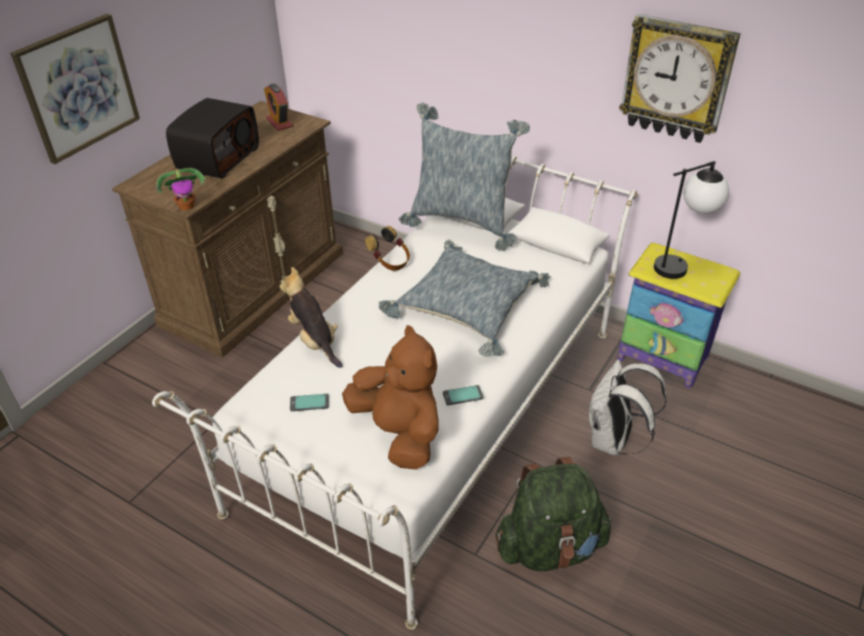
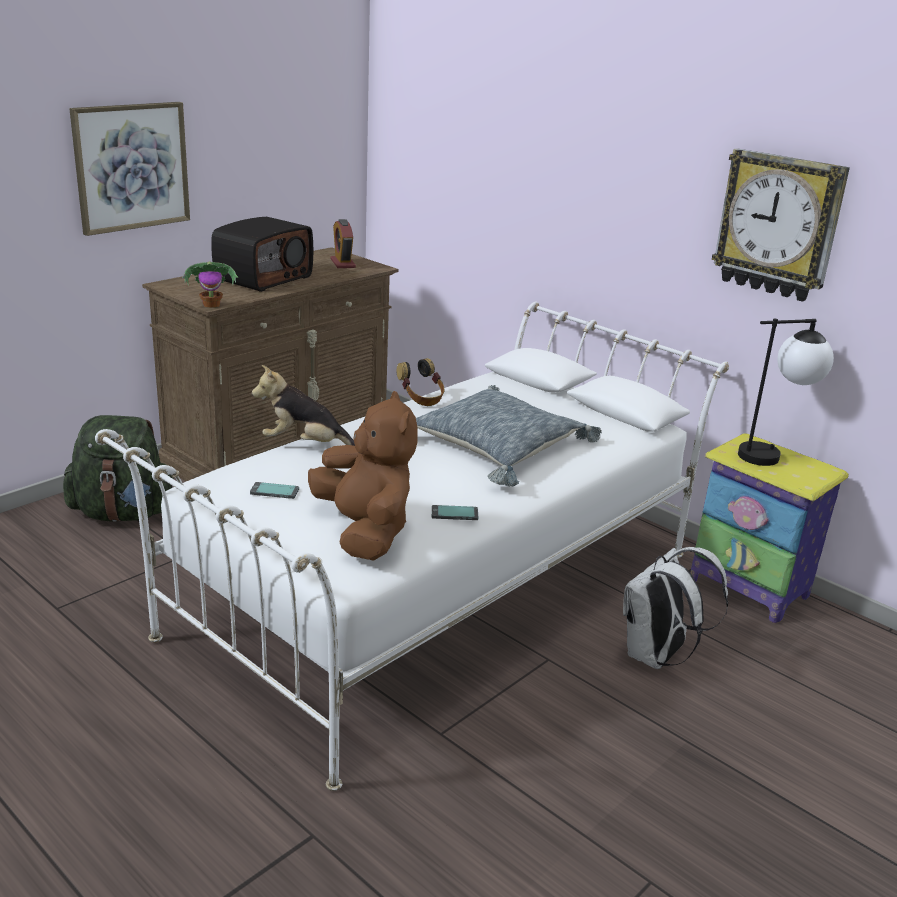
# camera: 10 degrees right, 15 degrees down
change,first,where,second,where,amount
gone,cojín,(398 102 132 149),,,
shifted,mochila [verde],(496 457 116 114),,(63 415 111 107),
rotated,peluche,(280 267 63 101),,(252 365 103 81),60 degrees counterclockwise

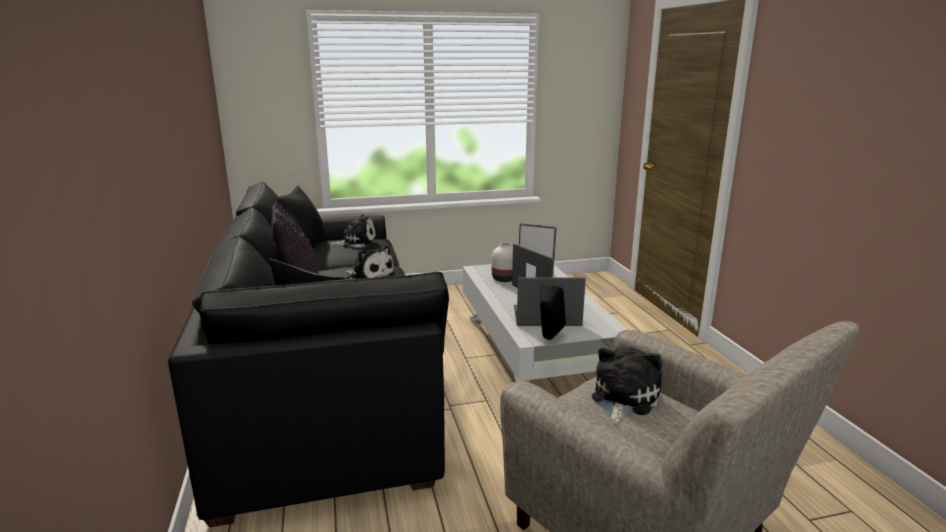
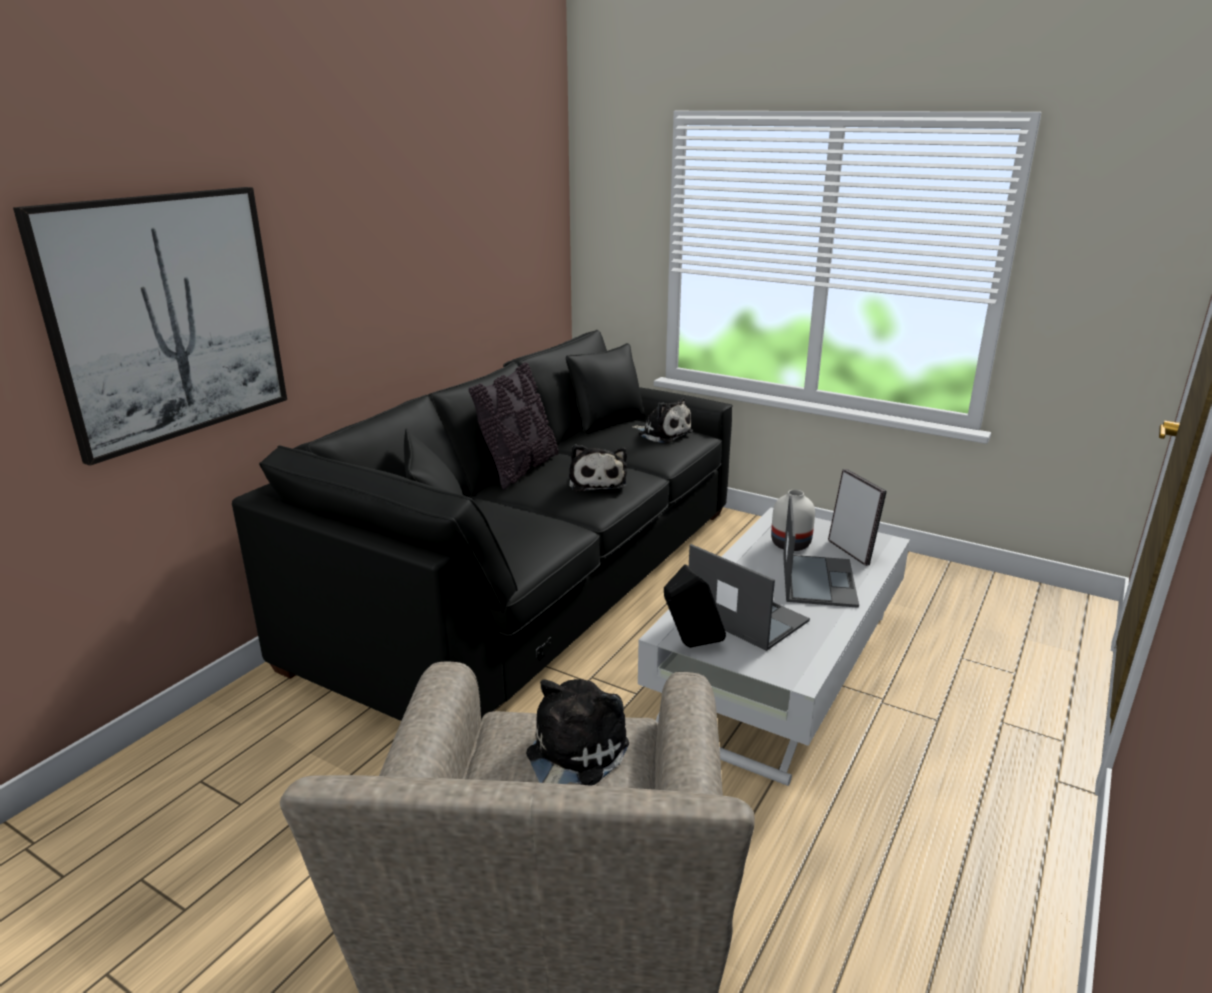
# camera: 45 degrees right, 5 degrees up
change,first,where,second,where,amount
new,,,cuadro,(13 187 274 279),
rotated,peluche,(592 347 70 77),,(526 679 103 106),45 degrees counterclockwise

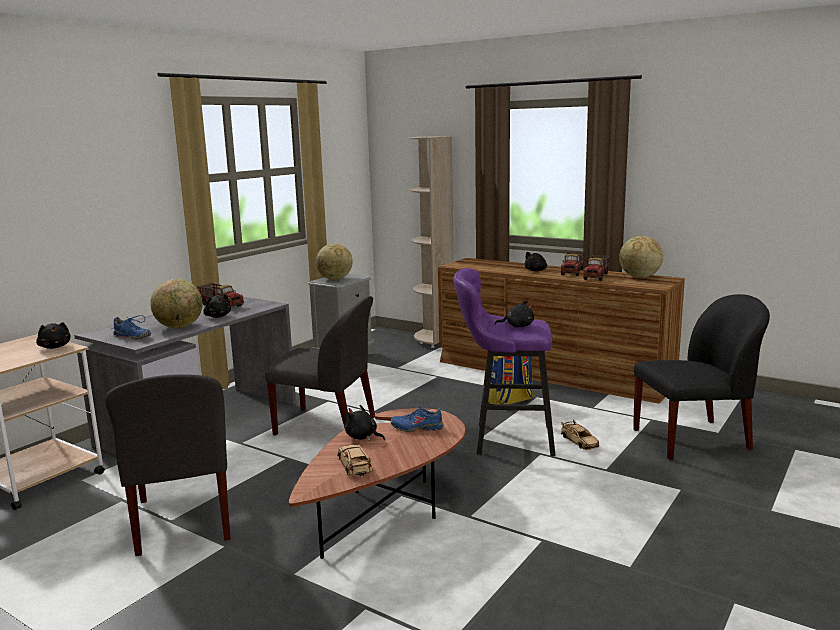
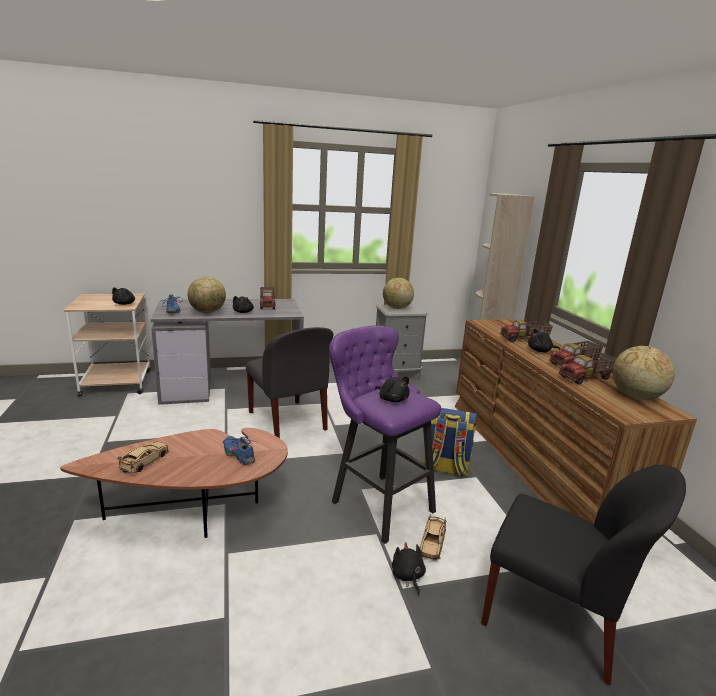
# camera: 40 degrees right, 5 degrees up
change,first,where,second,where,amount
gone,silla [gris],(105 374 126 182),,,
new,,,camión de juguete,(500 320 53 22),
shifted,peluche [negro],(345 405 40 36),,(392 542 34 54),

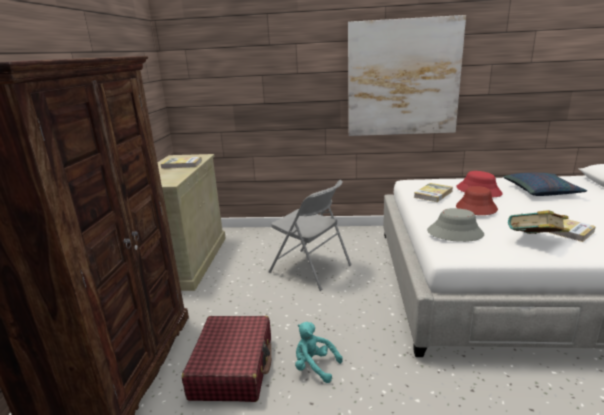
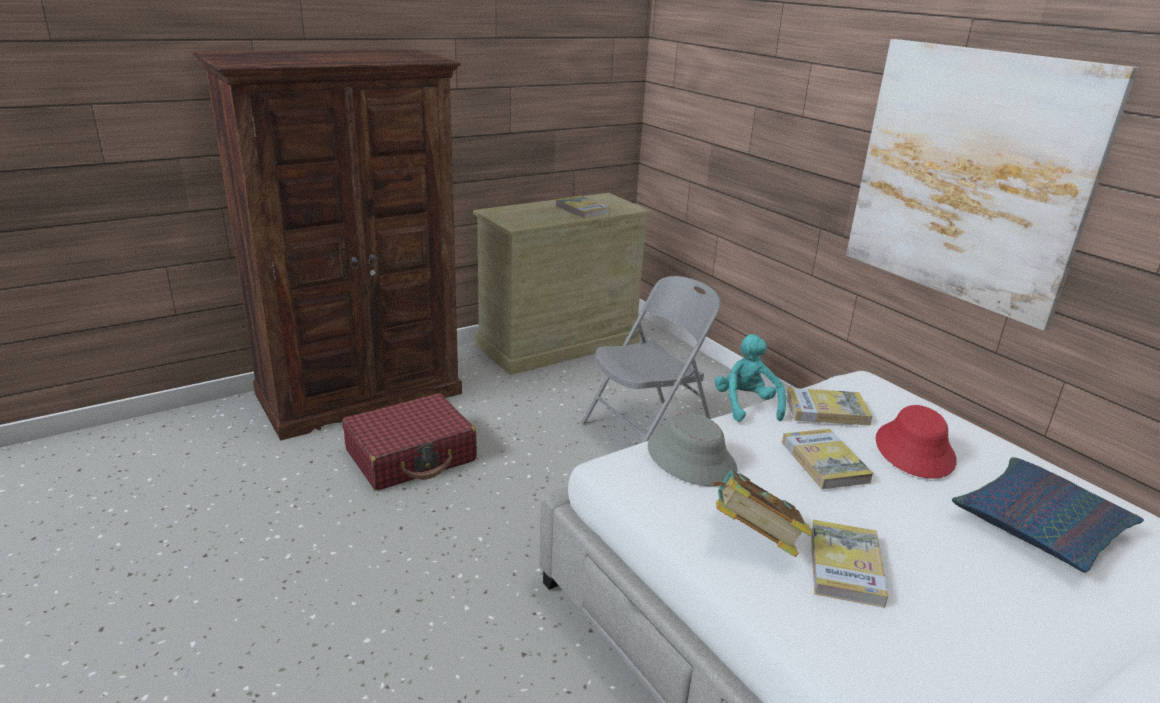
# camera: 50 degrees right, 5 degrees up
change,first,where,second,where,amount
shifted,peluche [turquesa],(295 322 48 61),,(714 334 72 88),
swapped,sombrero [rojo],(456 186 42 29),libro,(782 429 92 60),
rotated,silla [gris],(268 180 84 111),,(581 276 140 167),120 degrees counterclockwise

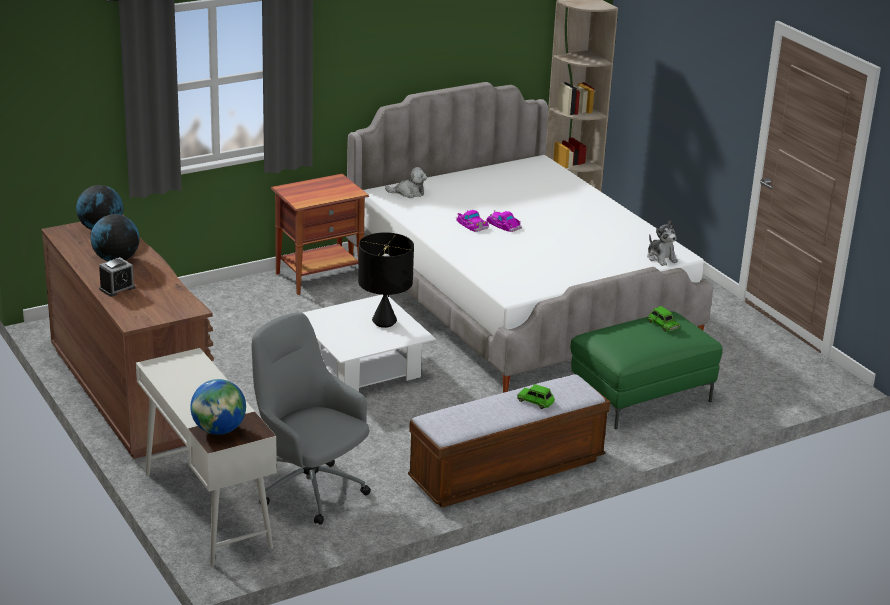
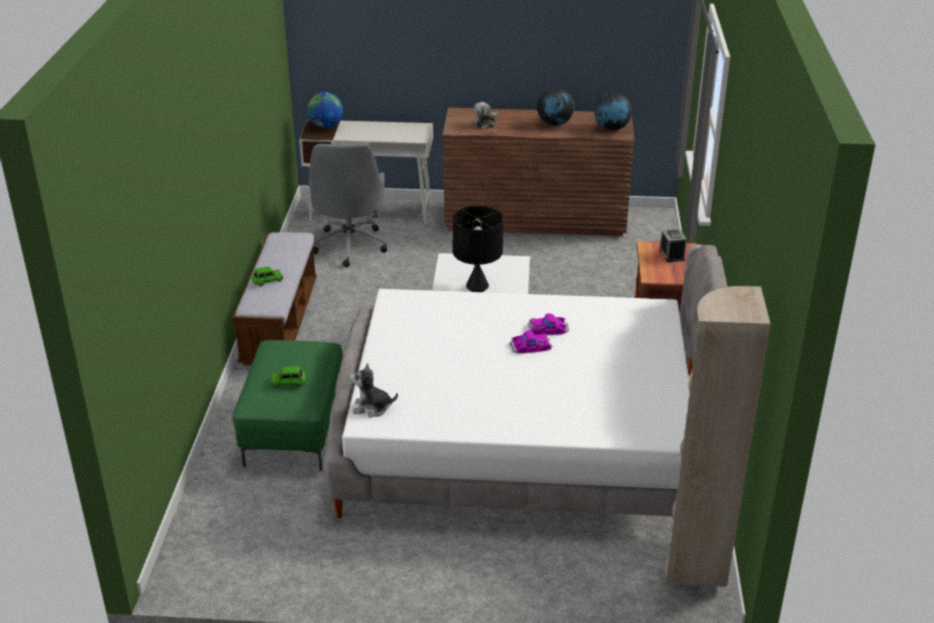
# camera: 125 degrees right, 5 degrees up
change,first,where,second,where,amount
shifted,despertador,(99 257 36 40),,(660 229 27 33),
shifted,peluche,(385 167 42 31),,(474 102 25 27),
rotated,silla de oficina [gris],(252 312 119 213),,(309 143 78 124),105 degrees clockwise

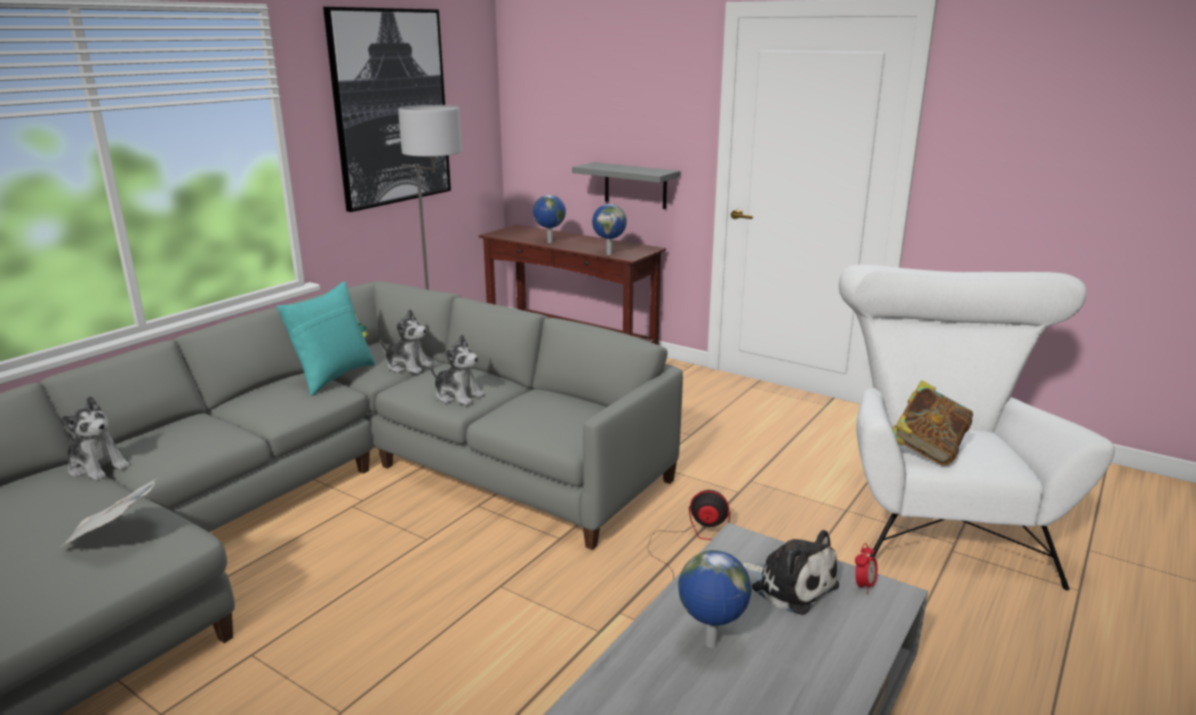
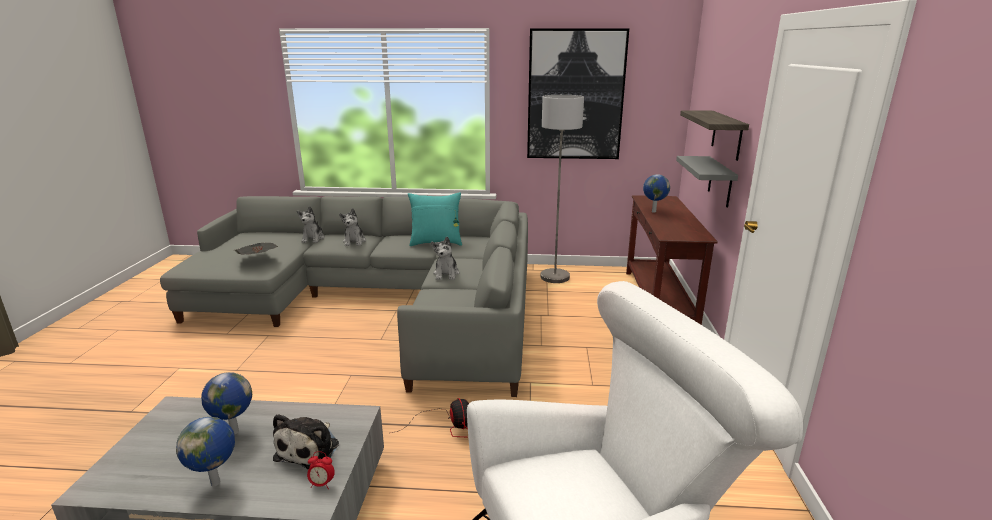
# camera: 60 degrees right, 0 degrees up
change,first,where,second,where,amount
gone,libro,(892 380 81 86),,,
new,,,estante,(680 110 69 51),
shifted,peluche,(380 309 53 65),,(339 208 27 38),
shifted,globo terráqueo,(592 204 35 51),,(176 417 59 70),

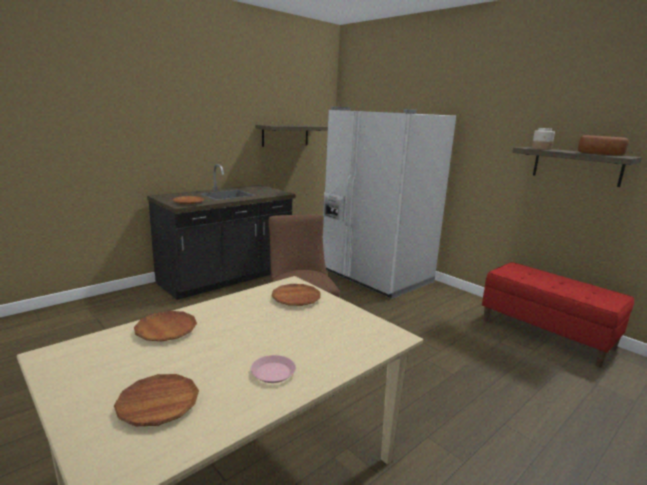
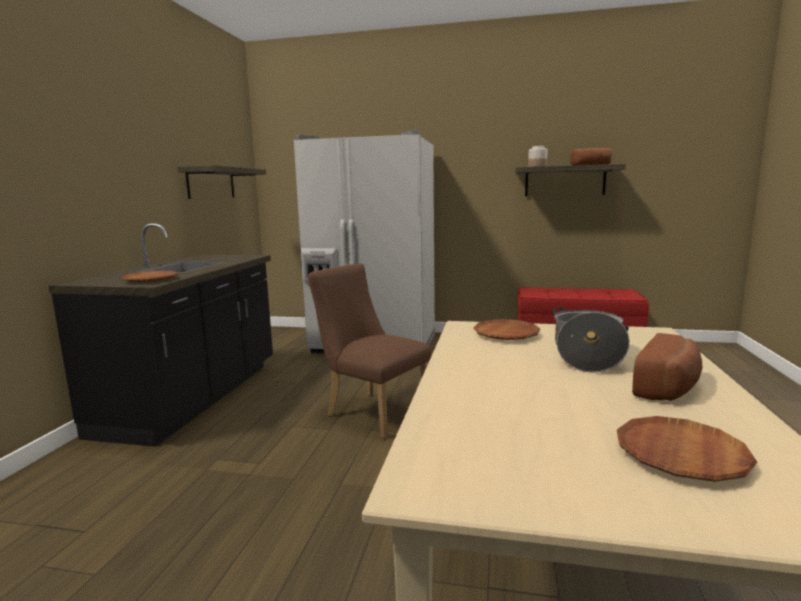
# camera: 35 degrees left, 5 degrees down
change,first,where,second,where,amount
gone,plato [marrón],(134 311 63 30),,,
new,,,olla,(553 307 77 66),
swapped,plato [rosa],(251 355 45 28),pan,(632 333 71 68),

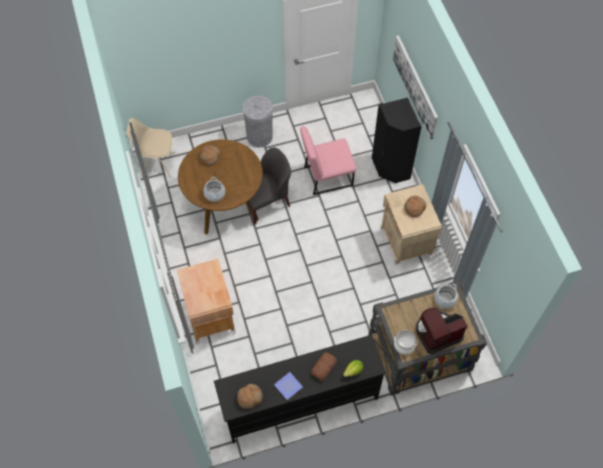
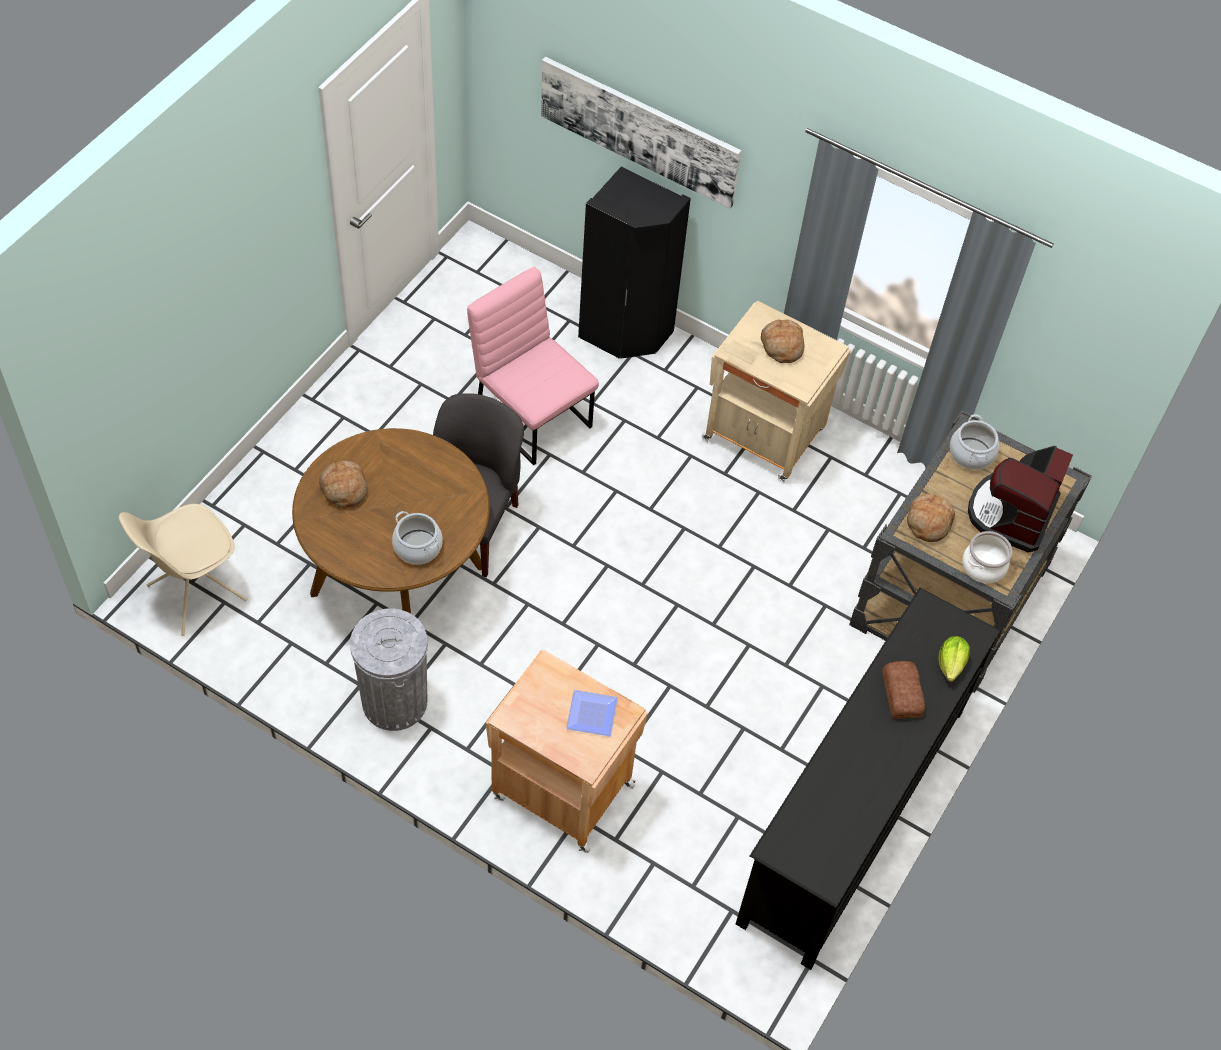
# camera: 45 degrees left, 5 degrees down
change,first,where,second,where,amount
shifted,pan,(237 384 26 25),,(907 494 48 48),
shifted,papelera [gris],(243 96 30 51),,(350 608 78 123),
shifted,plato,(274 372 29 28),,(566 690 52 47),
rotated,silla [rosa],(300 126 56 69),,(467 267 132 198),105 degrees clockwise

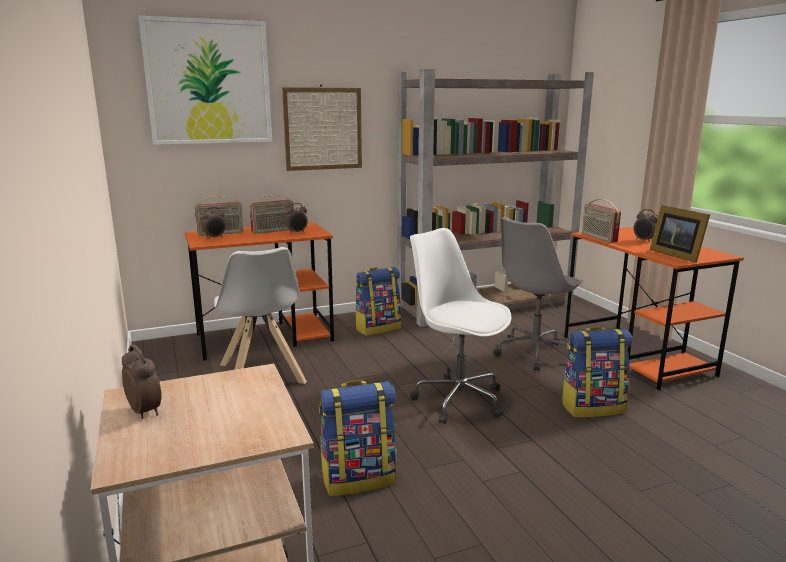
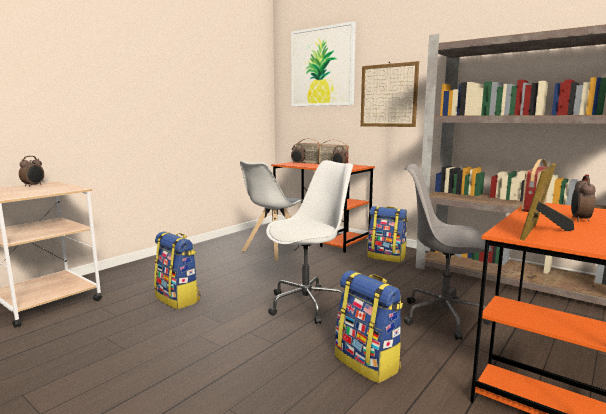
# camera: 60 degrees right, 5 degrees down
change,first,where,second,where,amount
rotated,silla de oficina [blanco],(410 228 101 196),,(266 160 87 164),45 degrees clockwise

